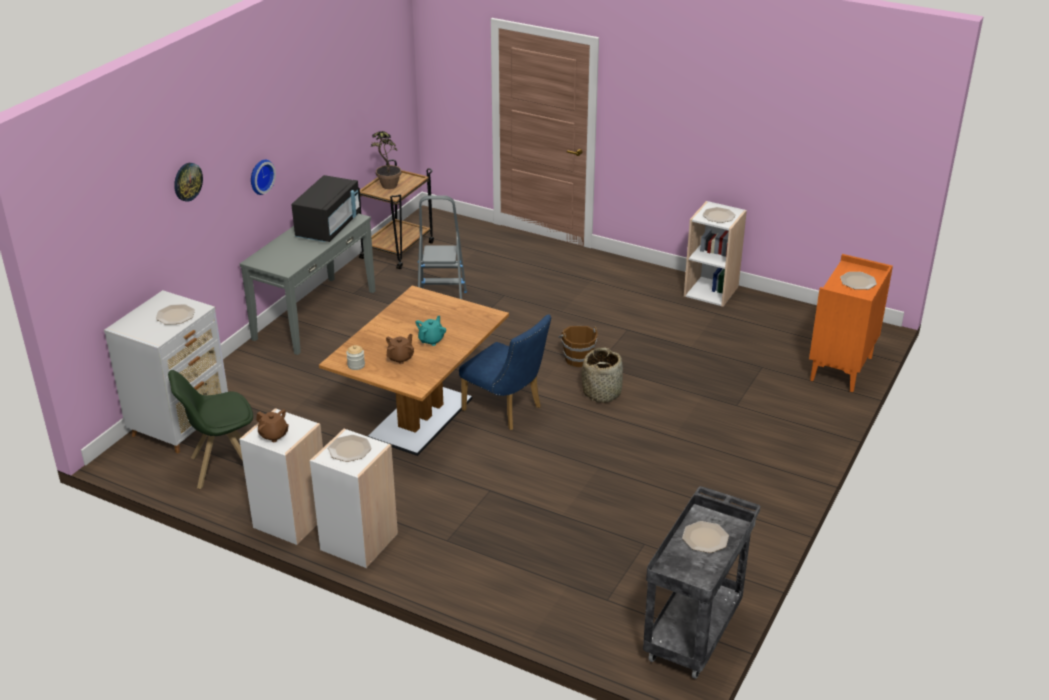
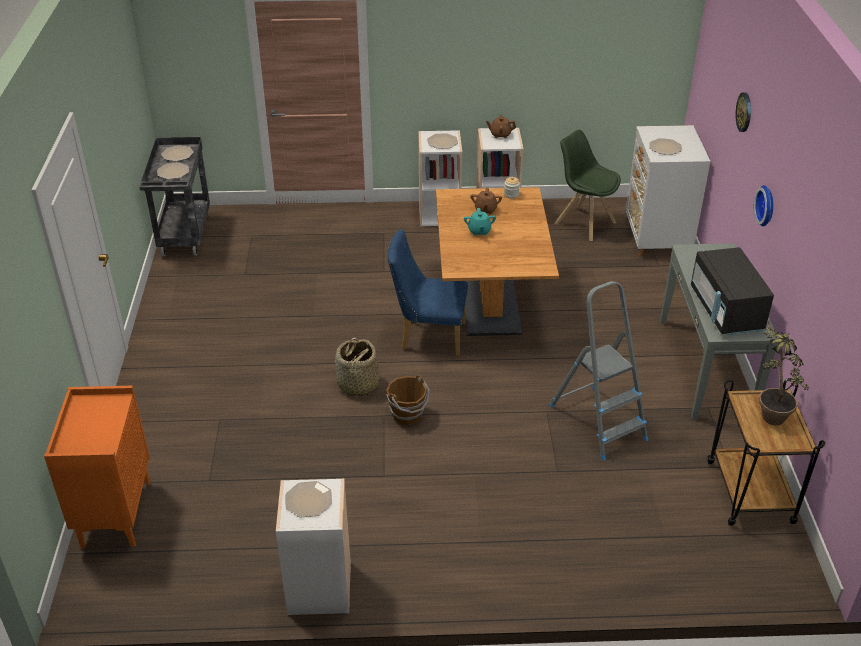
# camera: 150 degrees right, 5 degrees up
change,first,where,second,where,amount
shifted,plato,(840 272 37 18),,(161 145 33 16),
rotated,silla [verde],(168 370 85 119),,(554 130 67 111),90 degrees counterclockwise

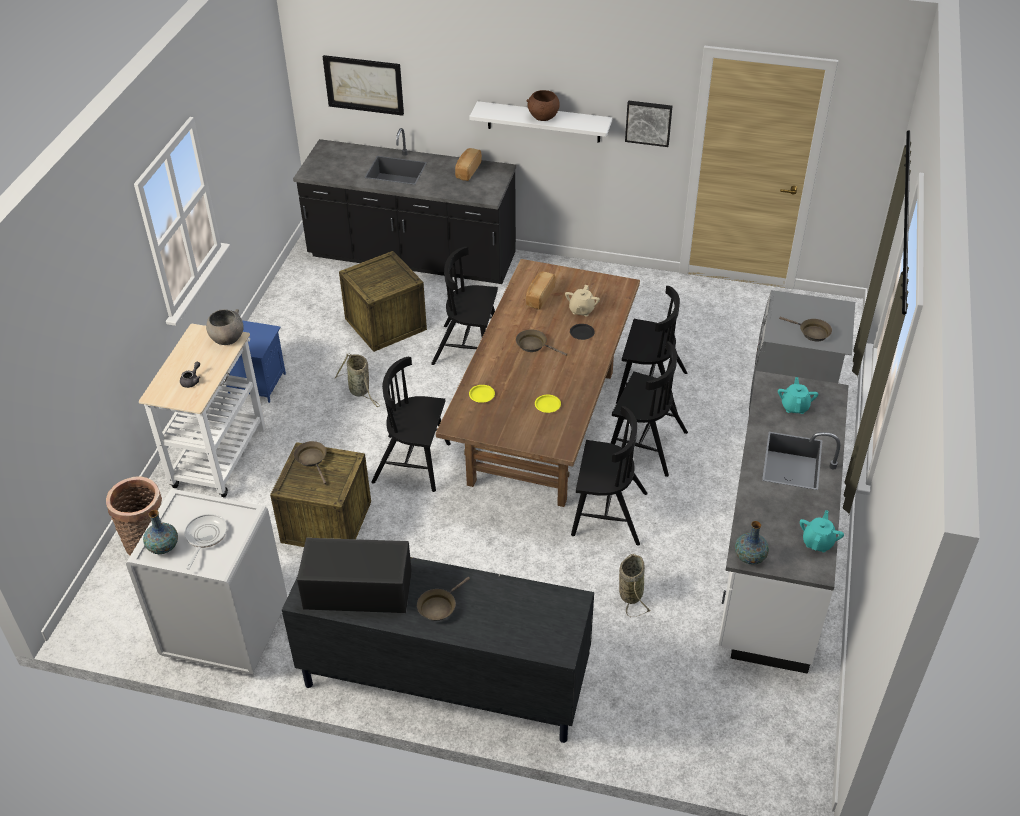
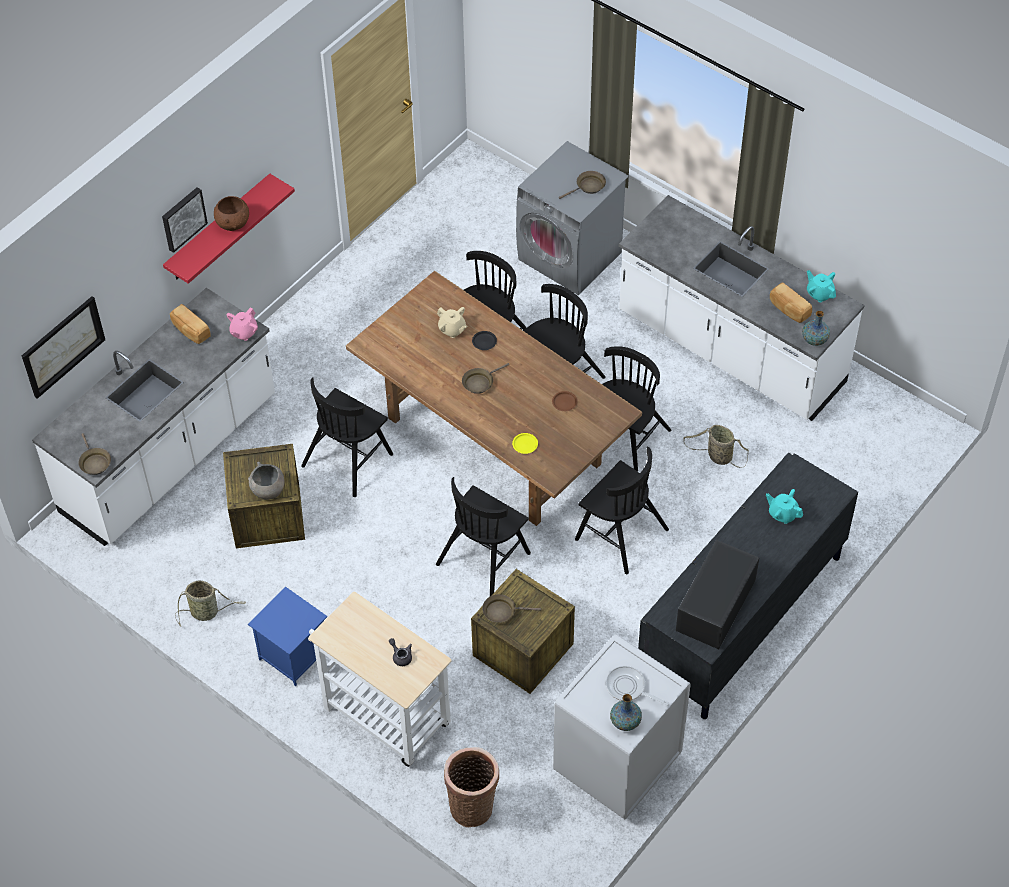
# camera: 65 degrees left, 10 degrees up
change,first,where,second,where,amount
new,,,tetera [rosa],(227 308 31 33),
new,,,silla [negro],(575 447 94 127),
shifted,cuenco [gris],(206 309 38 36),,(248 462 37 37),
shifted,cesta,(335 353 45 54),,(175 580 71 46),
shifted,sartén [marrón],(417 577 53 44),,(79 433 32 42),
shifted,pan,(526 272 30 38),,(770 282 42 41),
shifted,cuadro,(625 100 48 47),,(162 187 46 66),
shifted,tetera [turquesa],(778 377 40 37),,(766 489 37 35),
repainted,mueble bajo de cocina [negro],(293 128 223 156),mueble bajo de cocina [blanco],(32 288 243 258),
repainted,estante [blanco],(469 101 143 42),estante [rojo],(163 174 132 110),
repainted,plato [amarillo],(535 394 26 19),plato [marrón],(552 391 25 20),

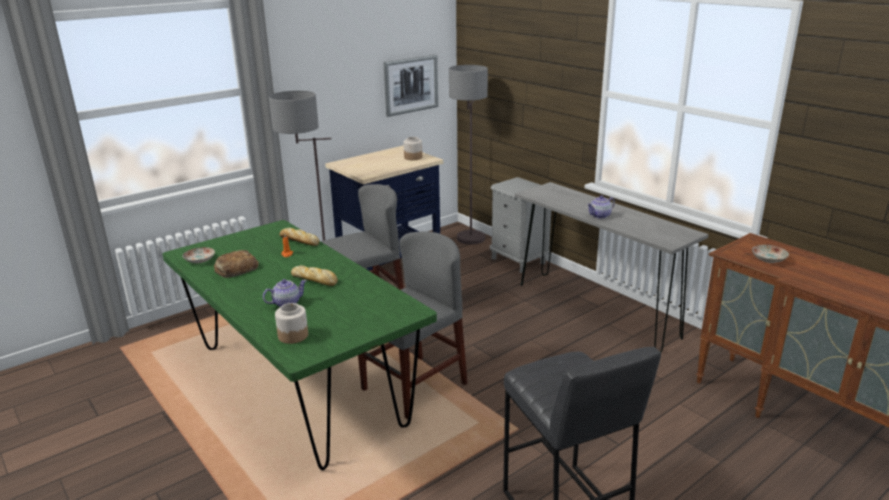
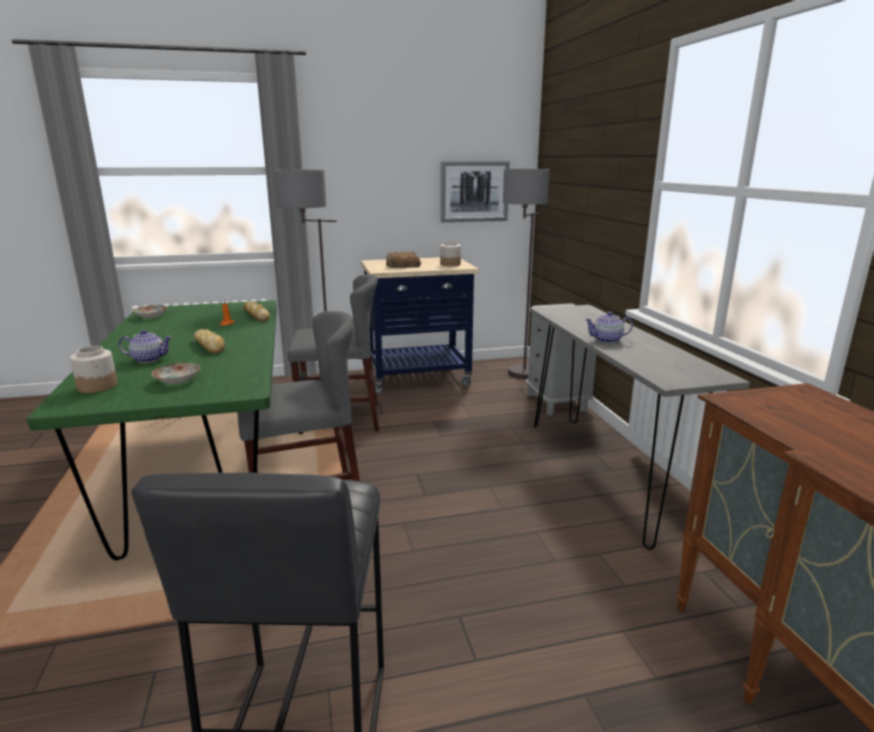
# camera: 25 degrees right, 5 degrees down
change,first,where,second,where,amount
shifted,pan,(214 250 45 28),,(386 252 35 16),
shifted,plato,(752 245 37 18),,(151 363 49 21),

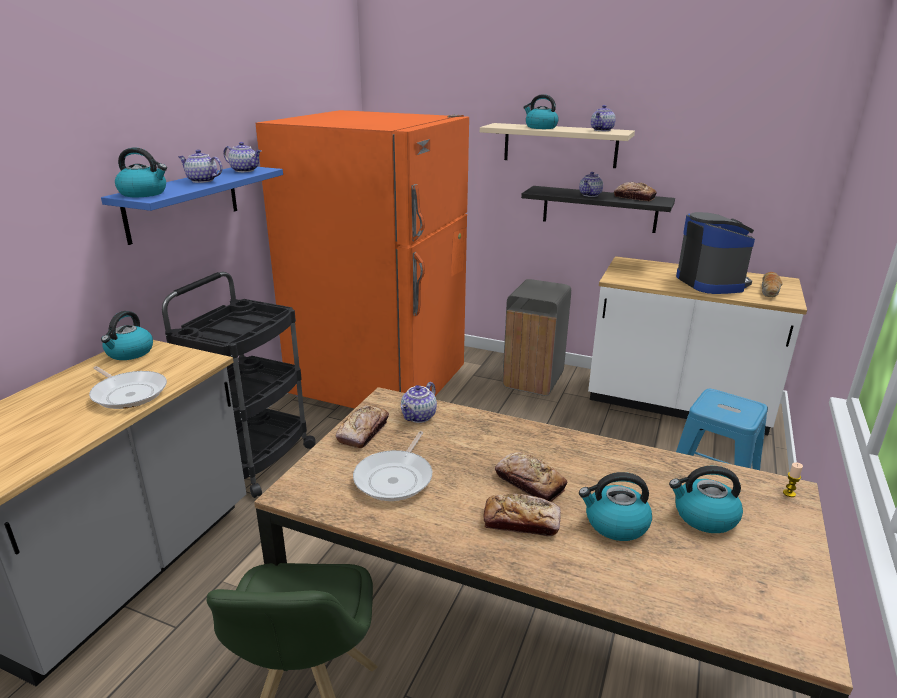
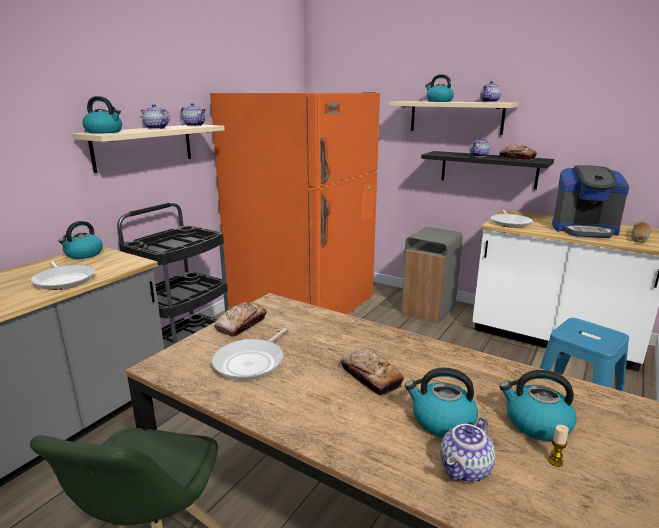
# camera: 10 degrees right, 5 degrees down
change,first,where,second,where,amount
gone,pan,(483 494 78 43),,,
new,,,sartén,(491 210 42 18),
shifted,tetera,(401 382 36 41),,(440 417 55 65),
shifted,vela,(783 462 20 35),,(548 425 21 42),
repainted,estante [azul],(101 167 182 78),estante [beis],(72 125 153 48),
rotated,cafetera,(676 212 79 82),,(552 165 77 73),105 degrees clockwise

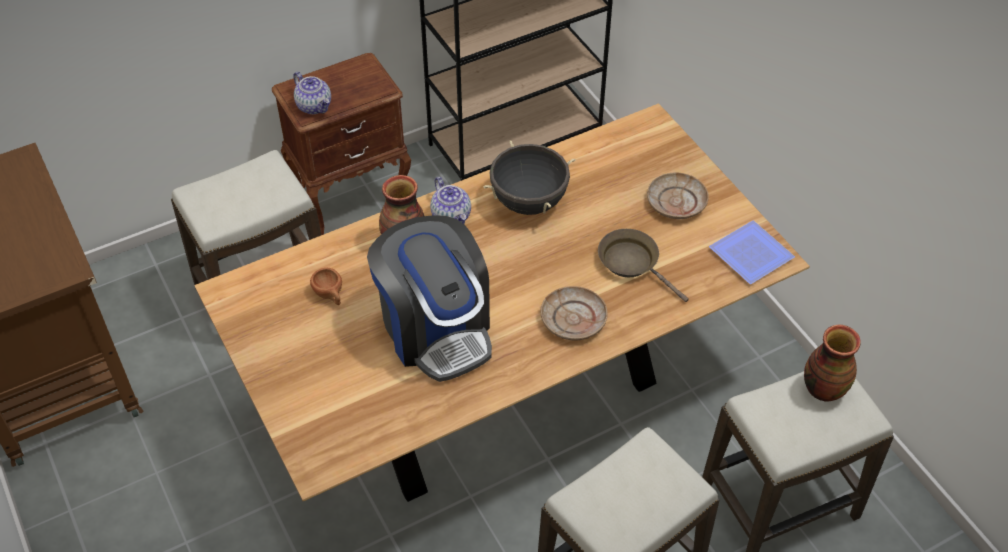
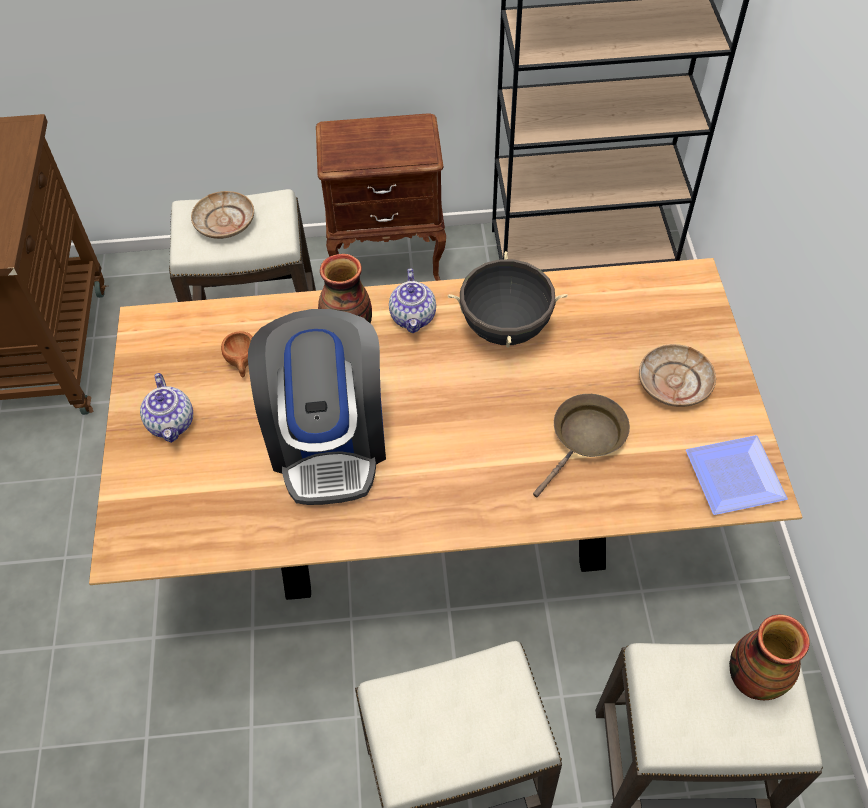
# camera: 25 degrees right, 5 degrees up
change,first,where,second,where,amount
shifted,tetera,(293 72 38 42),,(140 373 53 70),
shifted,plato [beis],(541 286 66 54),,(191 191 63 48),
rotated,sartén [marrón],(598 229 91 73),,(533 394 97 103),60 degrees clockwise

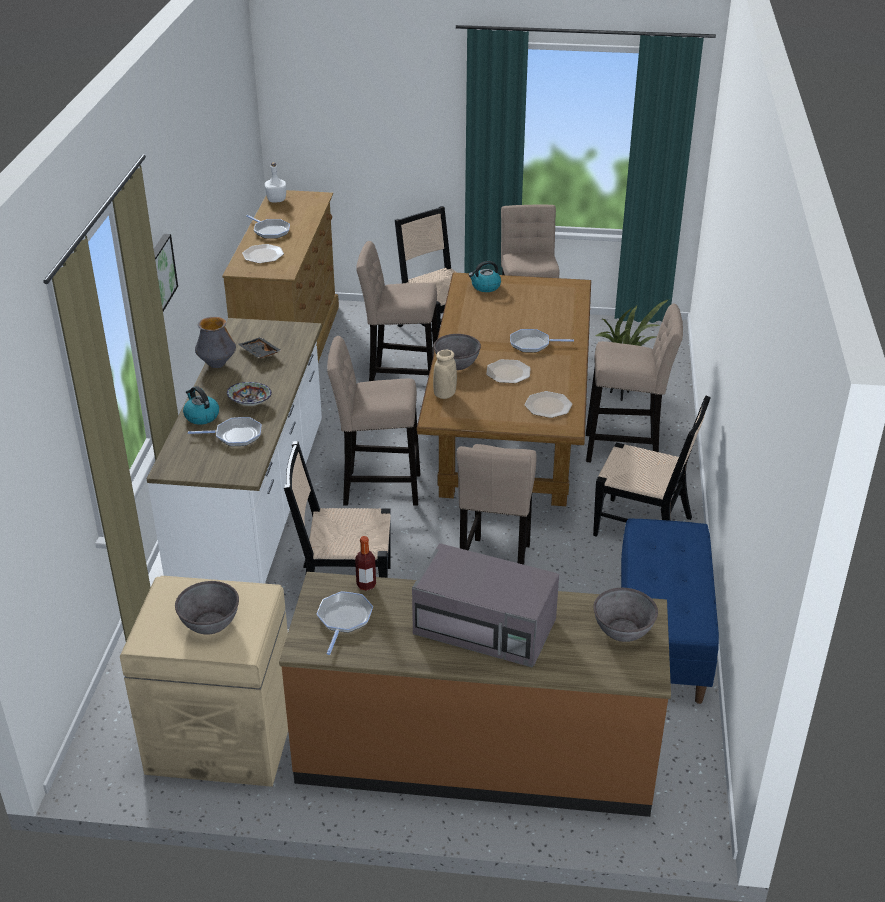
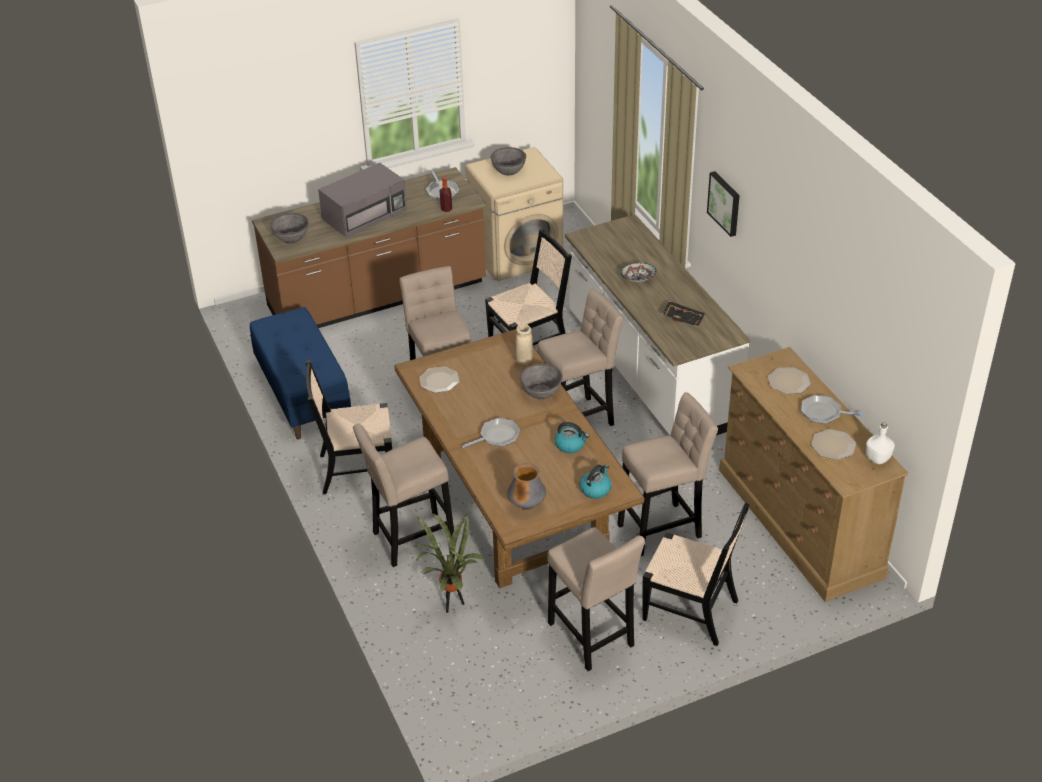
# camera: 150 degrees right, 5 degrees up
change,first,where,second,where,amount
gone,sartén,(188 417 73 29),,,
shifted,hervidor,(183 386 36 39),,(554 422 35 31),
shifted,florero,(195 317 41 51),,(507 463 39 47),
shifted,plato,(486 359 45 24),,(811 429 45 31),
rotated,microondas [gris],(412 543 147 125),,(318 163 89 75),150 degrees clockwise

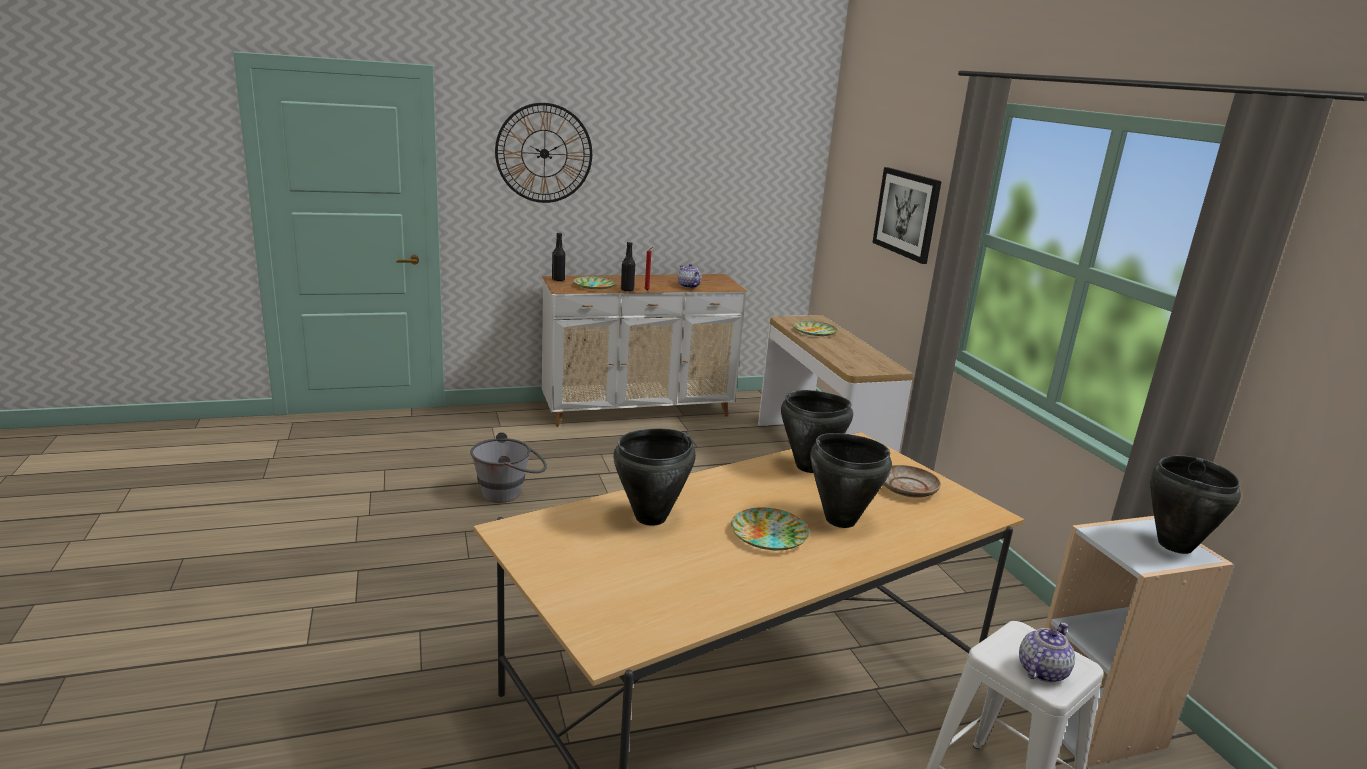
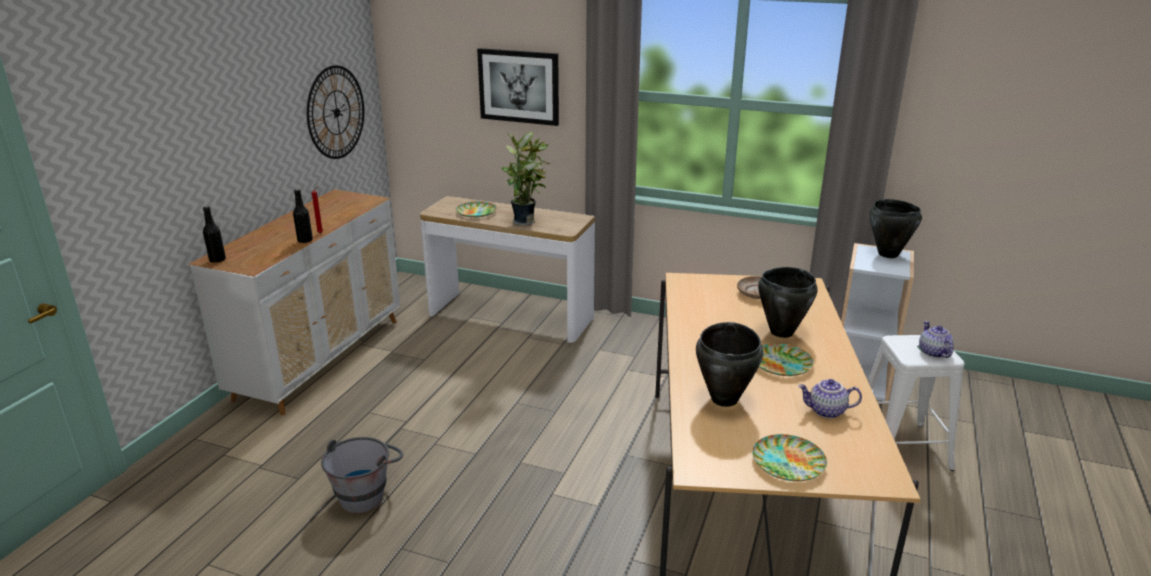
# camera: 50 degrees left, 5 degrees up
change,first,where,second,where,amount
gone,olla [negro],(781 390 72 83),,,
new,,,planta en maceta,(501 132 49 93),
shifted,reloj de pared,(495 103 97 100),,(307 65 57 94),
shifted,plato,(573 276 43 13),,(752 434 75 47),
shifted,tetera,(678 264 23 24),,(798 379 64 40),

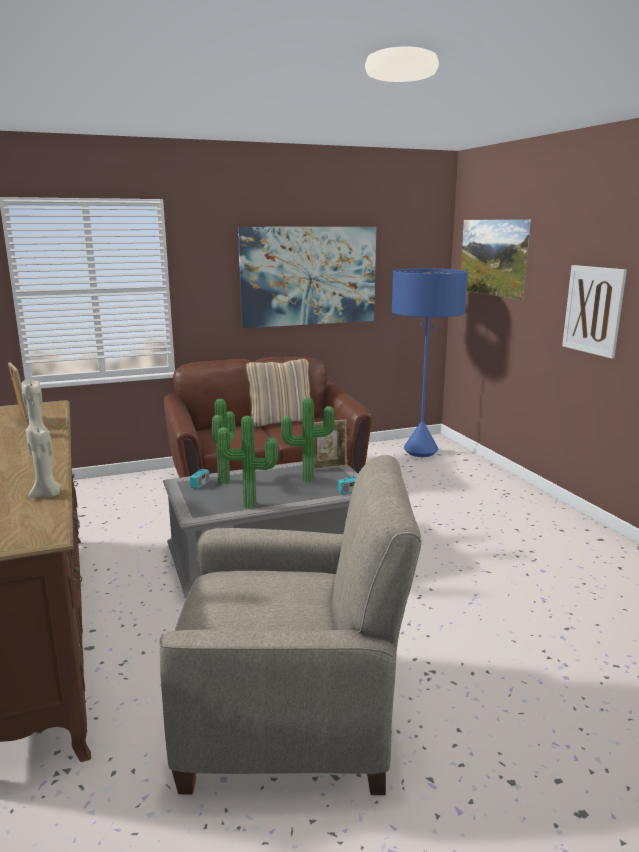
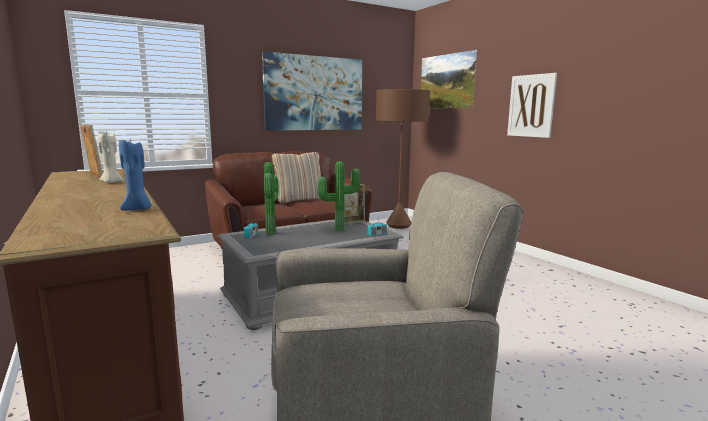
# camera: 10 degrees left, 5 degrees down
change,first,where,second,where,amount
gone,planta en maceta,(218 416 60 93),,,
repainted,vela [beis],(26 425 36 73),vela [azul],(119 138 32 73),
repainted,lámpara de pie [azul],(392 269 76 188),lámpara de pie [marrón],(376 89 54 140),

